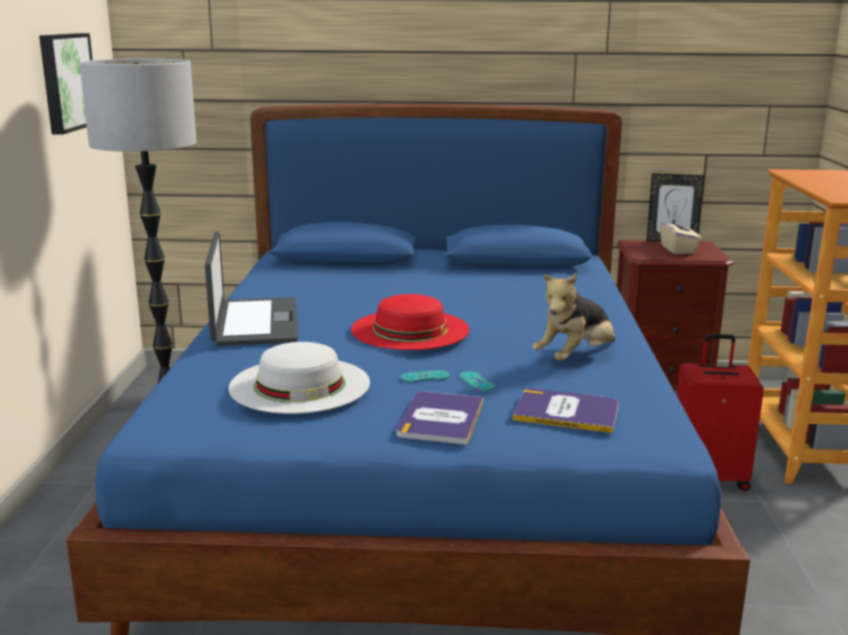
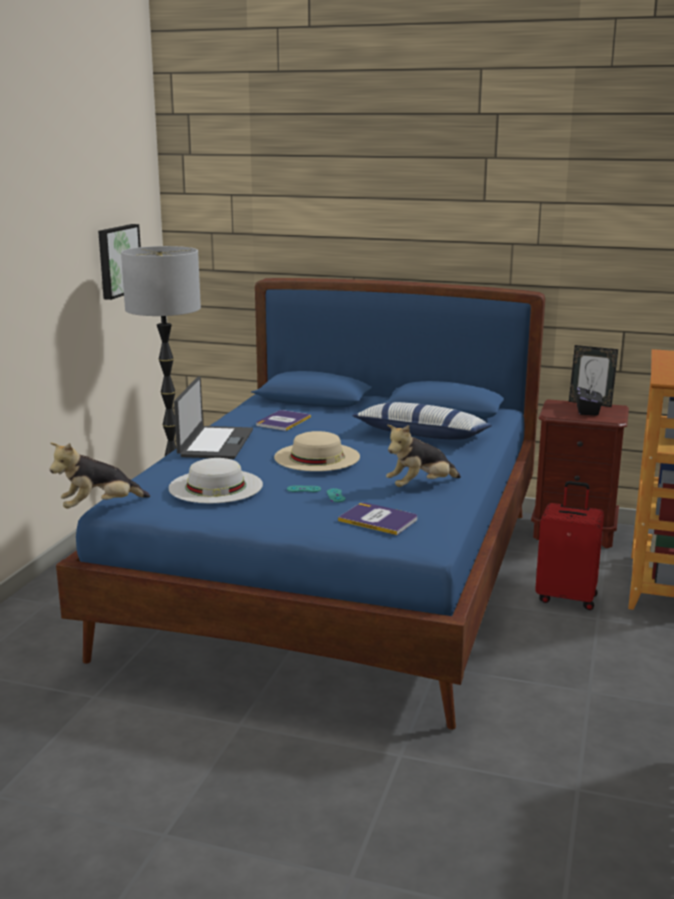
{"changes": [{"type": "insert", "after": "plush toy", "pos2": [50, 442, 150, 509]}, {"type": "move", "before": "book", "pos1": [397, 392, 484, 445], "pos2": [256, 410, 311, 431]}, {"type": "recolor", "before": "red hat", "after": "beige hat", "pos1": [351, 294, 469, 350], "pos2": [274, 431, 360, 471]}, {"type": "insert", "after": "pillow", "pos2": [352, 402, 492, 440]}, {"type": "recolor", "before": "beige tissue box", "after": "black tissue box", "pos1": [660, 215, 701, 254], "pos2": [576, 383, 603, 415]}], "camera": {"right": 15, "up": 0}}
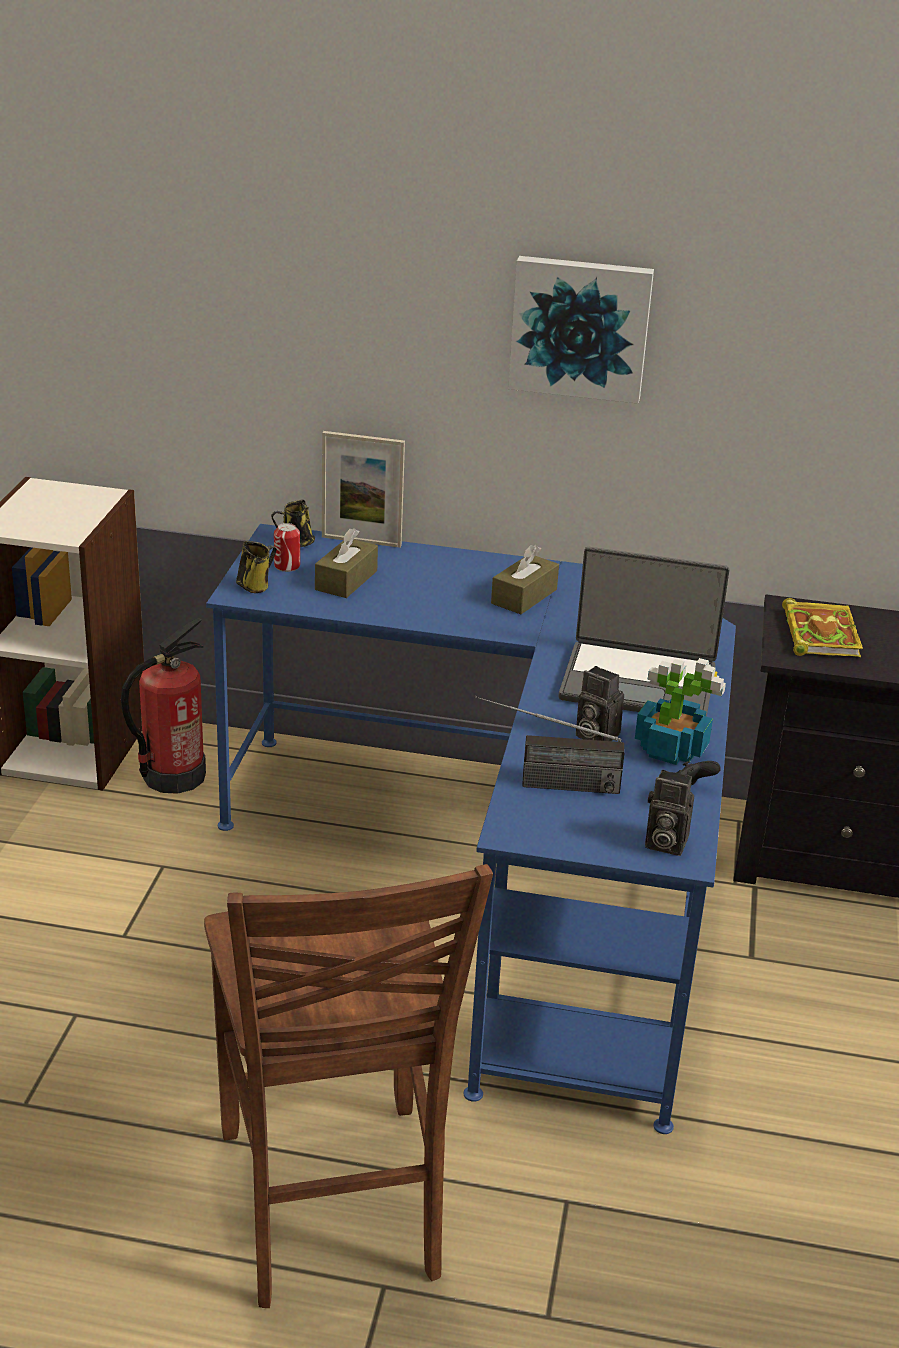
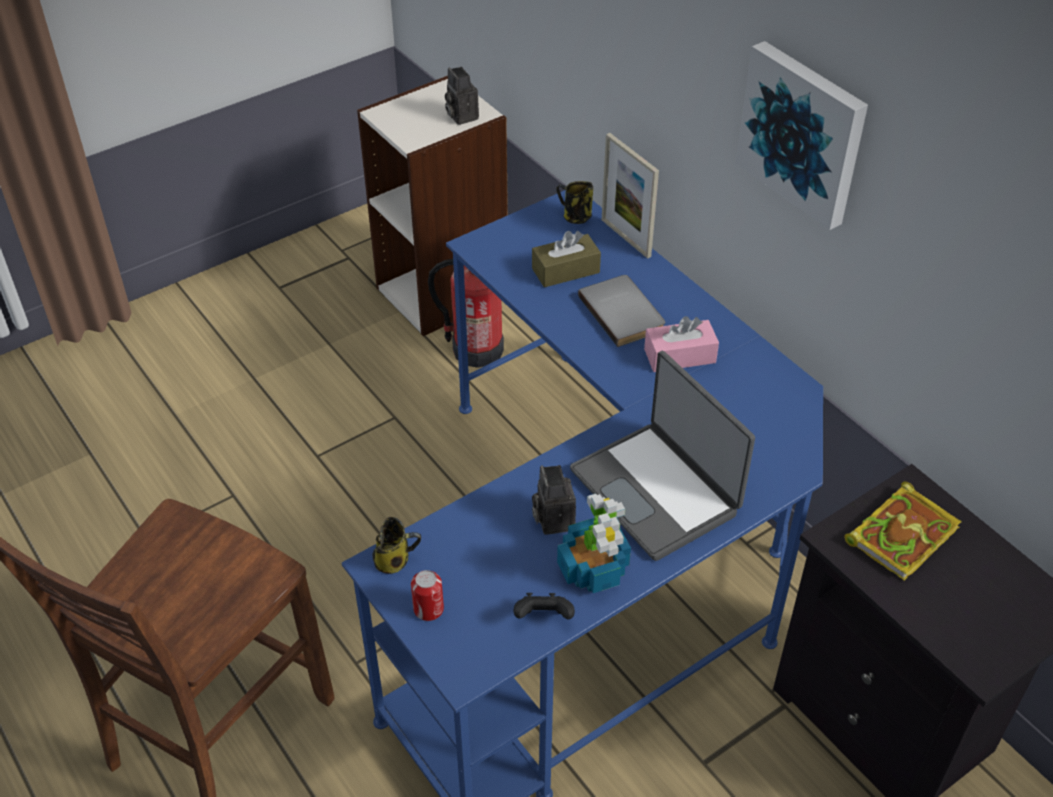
{"changes": [{"type": "move", "before": "mug", "pos1": [236, 541, 277, 593], "pos2": [372, 517, 421, 574]}, {"type": "move", "before": "can", "pos1": [274, 523, 300, 572], "pos2": [411, 570, 444, 621]}, {"type": "move", "before": "photo camera", "pos1": [645, 770, 694, 856], "pos2": [445, 67, 479, 125]}, {"type": "insert", "after": "grey book", "pos2": [578, 275, 665, 347]}, {"type": "recolor", "before": "brown tissue box", "after": "pink tissue box", "pos1": [491, 545, 559, 614], "pos2": [644, 316, 719, 372]}, {"type": "delete", "before": "radio", "pos1": [475, 696, 625, 794]}], "camera": {"right": 45, "up": 15}}
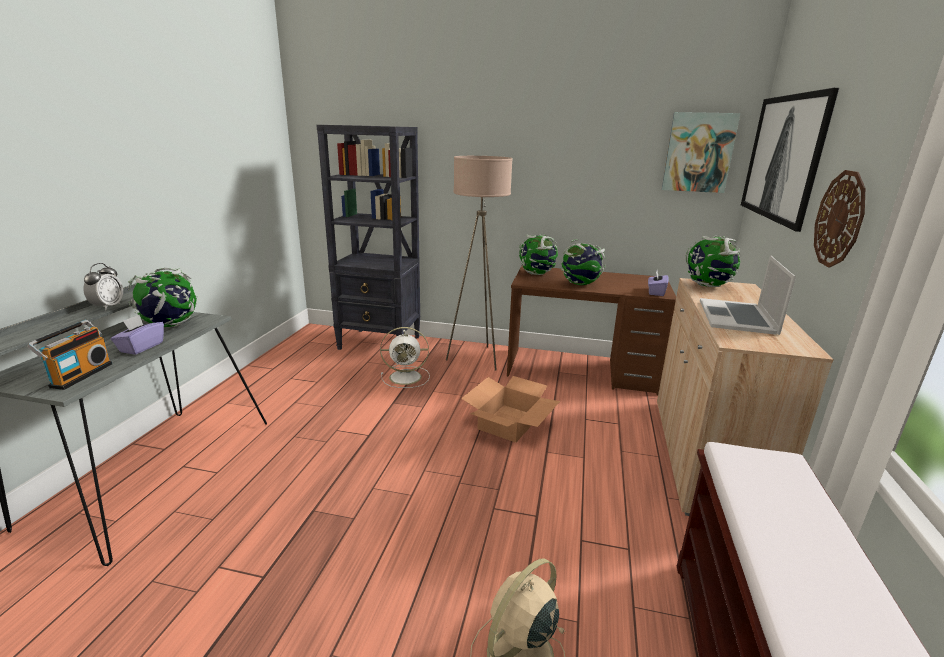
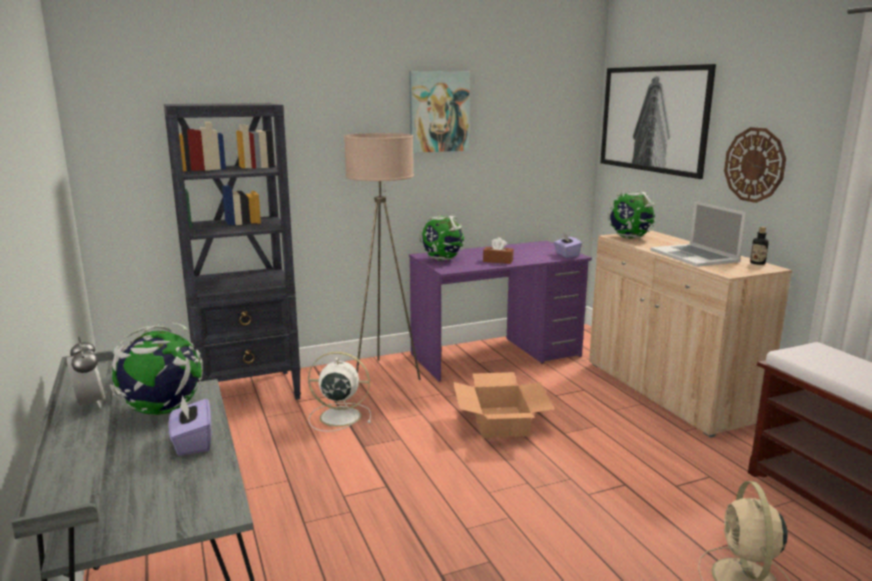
{"changes": [{"type": "rotate", "before": "white fan", "pos1": [380, 327, 430, 388], "pos2": [308, 352, 371, 431], "turn": -135}, {"type": "move", "before": "picture", "pos1": [662, 112, 740, 193], "pos2": [409, 71, 470, 153]}, {"type": "recolor", "before": "brown desk", "after": "purple desk", "pos1": [507, 265, 676, 395], "pos2": [409, 241, 592, 382]}, {"type": "replace", "before": "globe", "after": "brown tissue box", "pos1": [561, 239, 606, 285], "pos2": [483, 237, 514, 264]}, {"type": "insert", "after": "bottle", "pos2": [750, 227, 769, 265]}, {"type": "delete", "before": "radio", "pos1": [27, 320, 112, 390]}], "camera": {"right": -35, "up": -5}}
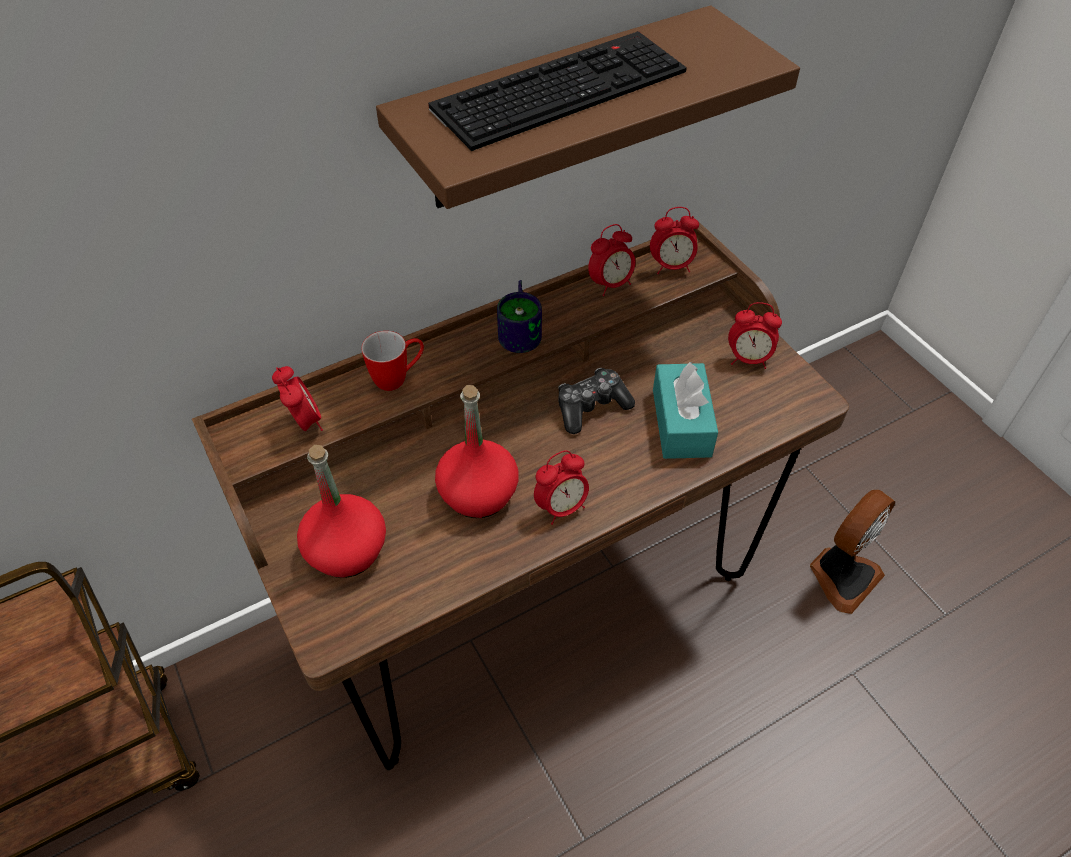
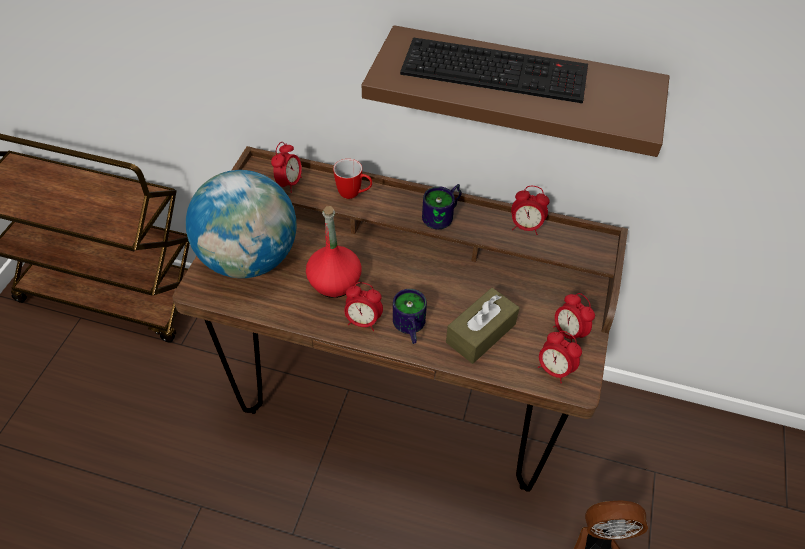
{"changes": [{"type": "replace", "before": "red bottle", "after": "globe", "pos1": [297, 445, 386, 578], "pos2": [186, 170, 297, 278]}, {"type": "insert", "after": "mug", "pos2": [393, 289, 427, 344]}, {"type": "recolor", "before": "turquoise tissue box", "after": "brown tissue box", "pos1": [653, 362, 718, 459], "pos2": [446, 288, 519, 364]}, {"type": "move", "before": "alarm clock", "pos1": [650, 207, 699, 274], "pos2": [538, 331, 582, 384]}, {"type": "delete", "before": "game controller", "pos1": [559, 368, 635, 434]}], "camera": {"right": 45, "up": 0}}
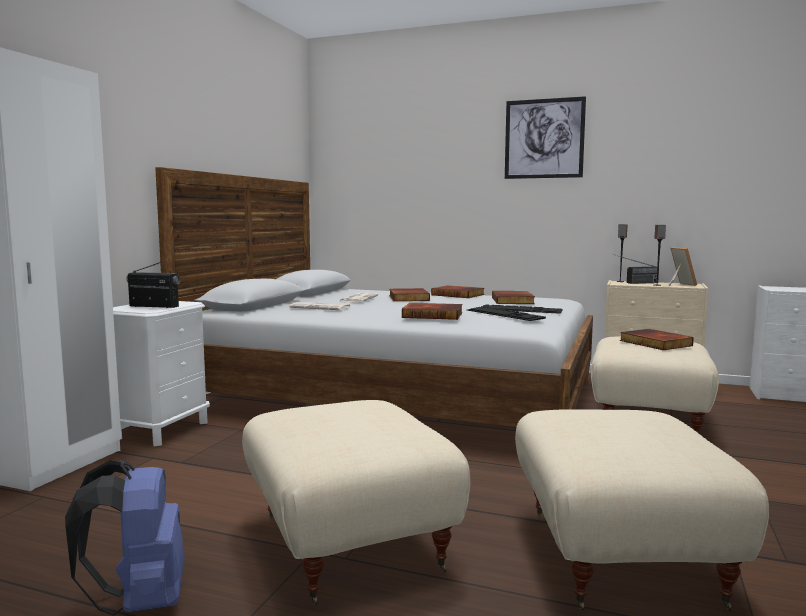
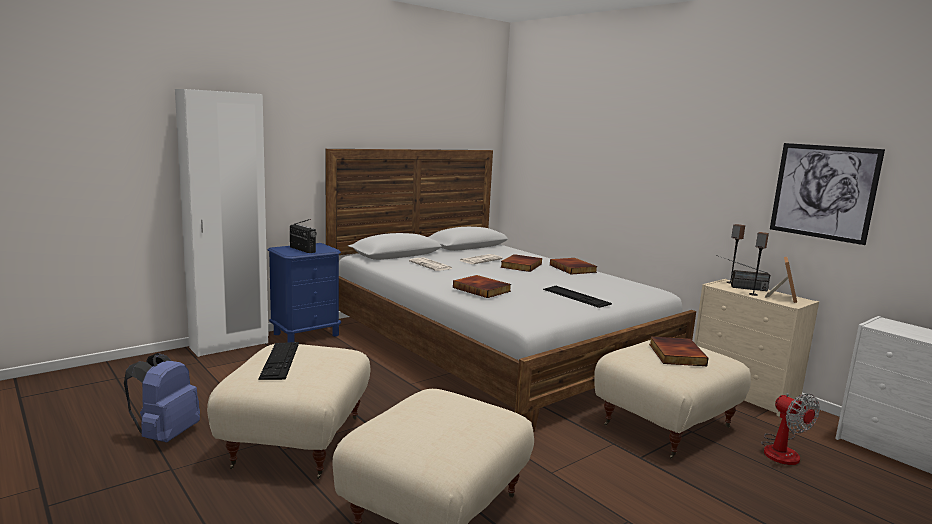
{"changes": [{"type": "move", "before": "keyboard", "pos1": [467, 306, 546, 321], "pos2": [258, 342, 299, 380]}, {"type": "recolor", "before": "white nightstand", "after": "blue nightstand", "pos1": [113, 301, 210, 446], "pos2": [268, 243, 341, 342]}, {"type": "insert", "after": "fan", "pos2": [761, 393, 820, 465]}, {"type": "move", "before": "picture", "pos1": [505, 96, 586, 179], "pos2": [770, 143, 885, 245]}, {"type": "delete", "before": "book", "pos1": [492, 291, 535, 304]}], "camera": {"right": 30, "up": 5}}
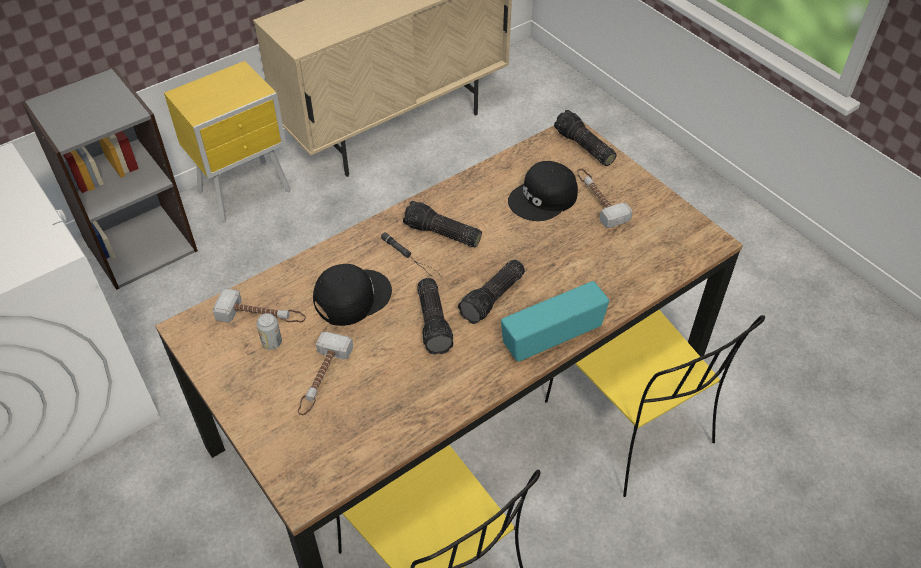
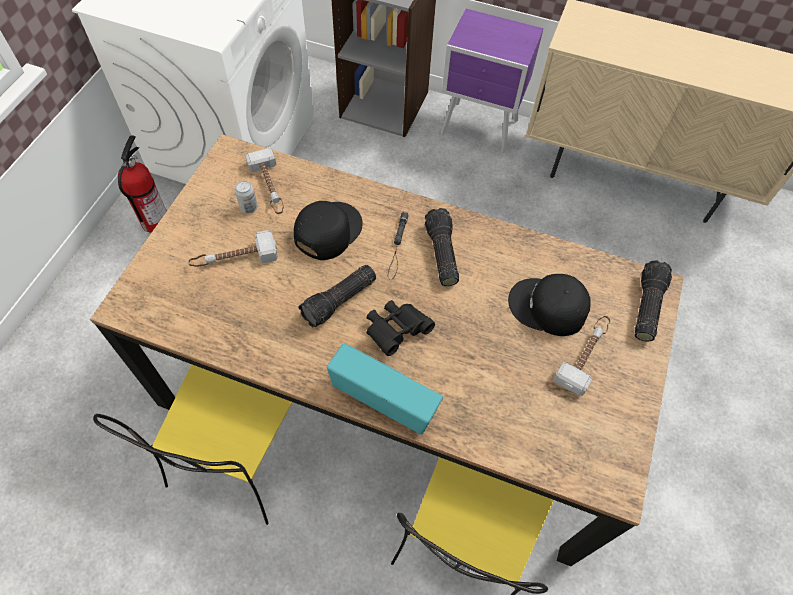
{"changes": [{"type": "insert", "after": "fire extinguisher", "pos2": [118, 135, 167, 233]}, {"type": "rotate", "before": "black cap", "pos1": [313, 264, 392, 326], "pos2": [294, 201, 363, 260], "turn": -75}, {"type": "replace", "before": "flashlight", "after": "black binoculars", "pos1": [458, 260, 525, 324], "pos2": [366, 300, 435, 356]}, {"type": "recolor", "before": "yellow nightstand", "after": "purple nightstand", "pos1": [164, 61, 291, 223], "pos2": [440, 9, 544, 153]}], "camera": {"right": 55, "up": 10}}
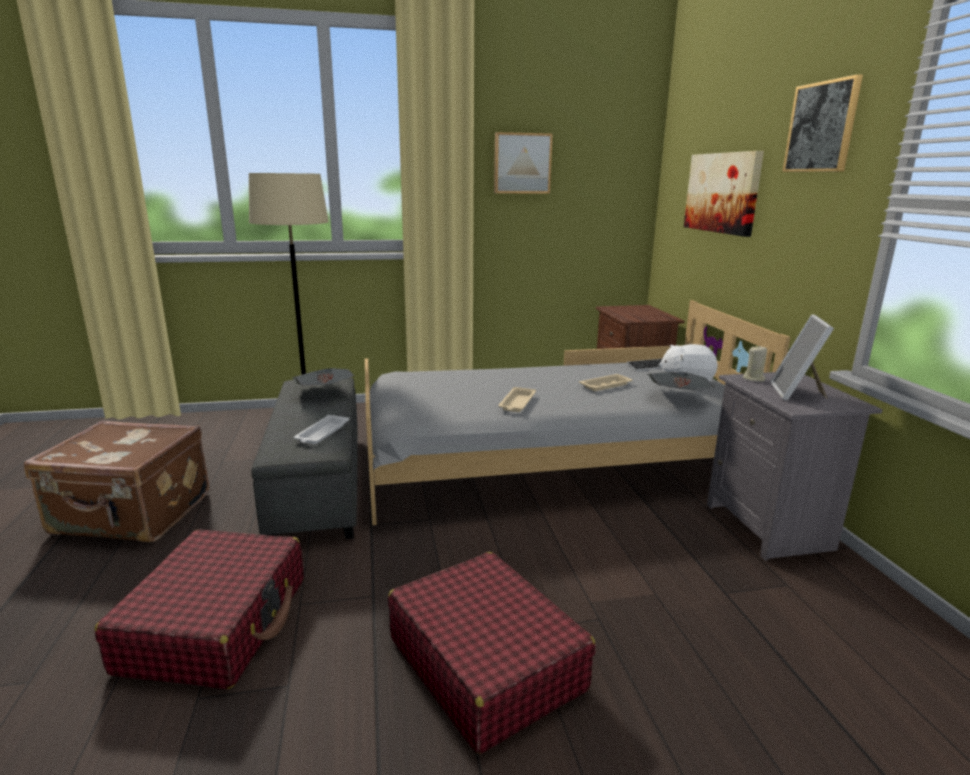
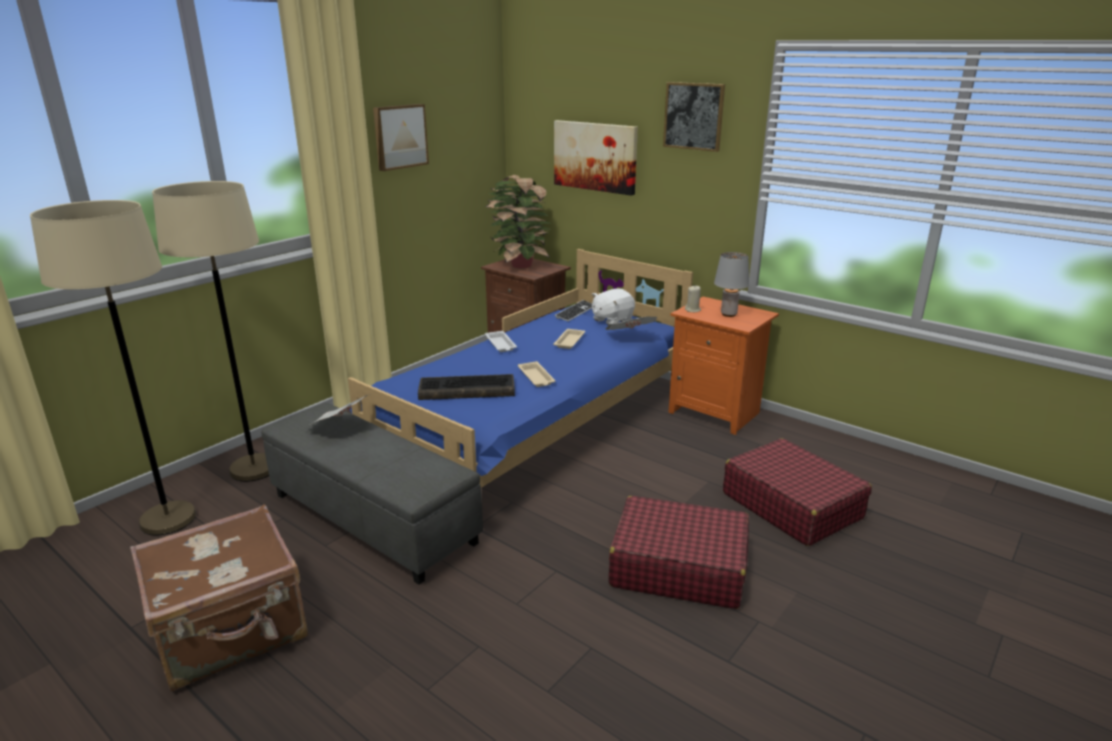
{"changes": [{"type": "insert", "after": "beige floor lamp", "pos2": [30, 200, 196, 535]}, {"type": "recolor", "before": "grey bed", "after": "blue bed", "pos1": [365, 300, 790, 525], "pos2": [348, 249, 693, 488]}, {"type": "insert", "after": "keyboard", "pos2": [418, 374, 515, 400]}, {"type": "insert", "after": "potted plant", "pos2": [485, 175, 550, 268]}, {"type": "move", "before": "white tray", "pos1": [294, 415, 350, 444], "pos2": [485, 331, 517, 352]}, {"type": "recolor", "before": "grey nightstand", "after": "orange nightstand", "pos1": [707, 372, 883, 561], "pos2": [668, 296, 779, 435]}, {"type": "replace", "before": "picture frame", "after": "grey table lamp", "pos1": [770, 314, 834, 401], "pos2": [714, 252, 749, 317]}, {"type": "move", "before": "red suitcase", "pos1": [94, 529, 304, 689], "pos2": [723, 438, 872, 546]}], "camera": {"right": -40, "up": 5}}
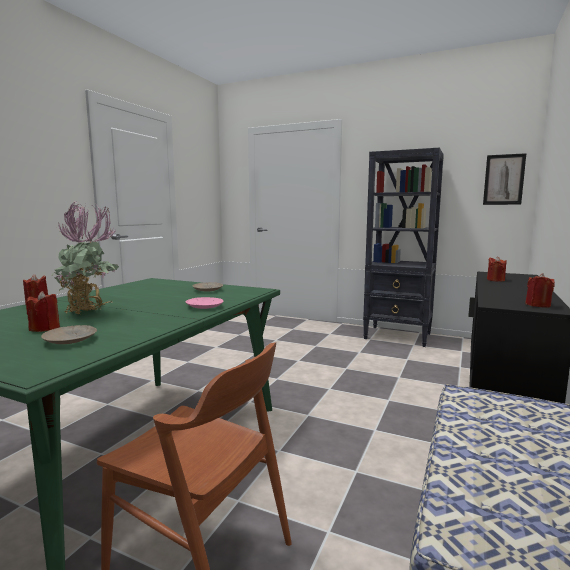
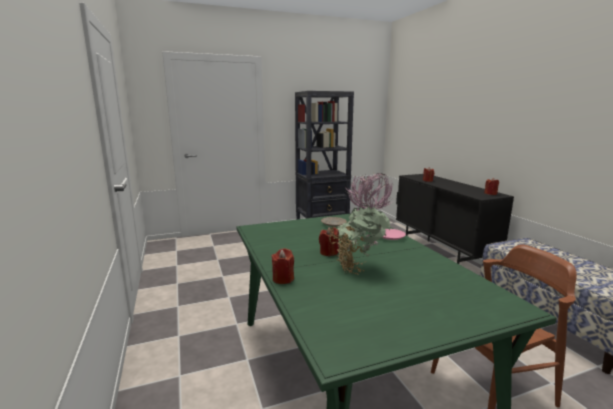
{"changes": [{"type": "move", "before": "red candle", "pos1": [26, 291, 60, 332], "pos2": [319, 227, 339, 256]}, {"type": "delete", "before": "beige plate", "pos1": [41, 325, 97, 344]}, {"type": "delete", "before": "picture", "pos1": [483, 153, 526, 205]}], "camera": {"right": -45, "up": 5}}
